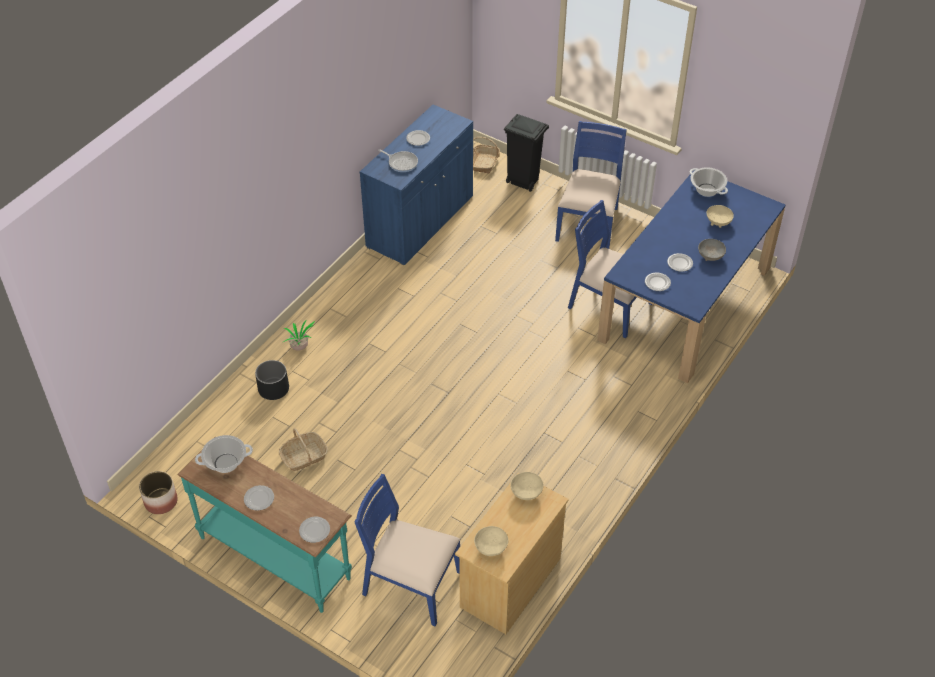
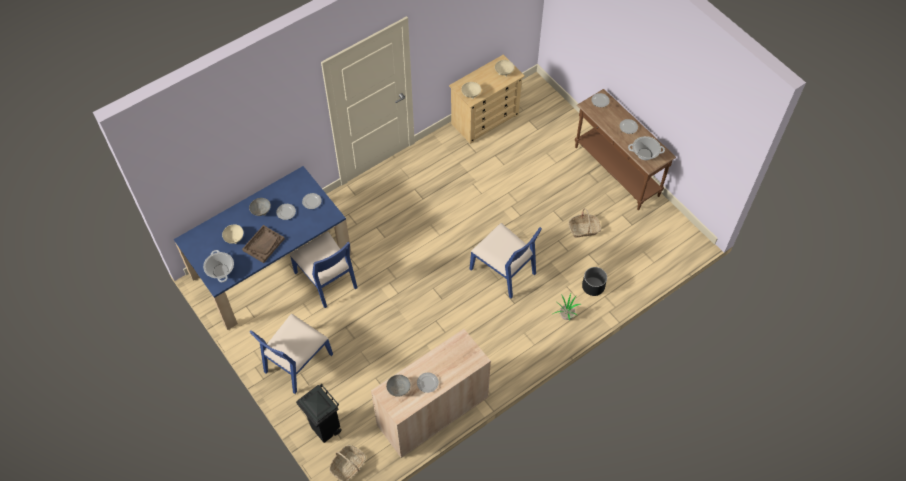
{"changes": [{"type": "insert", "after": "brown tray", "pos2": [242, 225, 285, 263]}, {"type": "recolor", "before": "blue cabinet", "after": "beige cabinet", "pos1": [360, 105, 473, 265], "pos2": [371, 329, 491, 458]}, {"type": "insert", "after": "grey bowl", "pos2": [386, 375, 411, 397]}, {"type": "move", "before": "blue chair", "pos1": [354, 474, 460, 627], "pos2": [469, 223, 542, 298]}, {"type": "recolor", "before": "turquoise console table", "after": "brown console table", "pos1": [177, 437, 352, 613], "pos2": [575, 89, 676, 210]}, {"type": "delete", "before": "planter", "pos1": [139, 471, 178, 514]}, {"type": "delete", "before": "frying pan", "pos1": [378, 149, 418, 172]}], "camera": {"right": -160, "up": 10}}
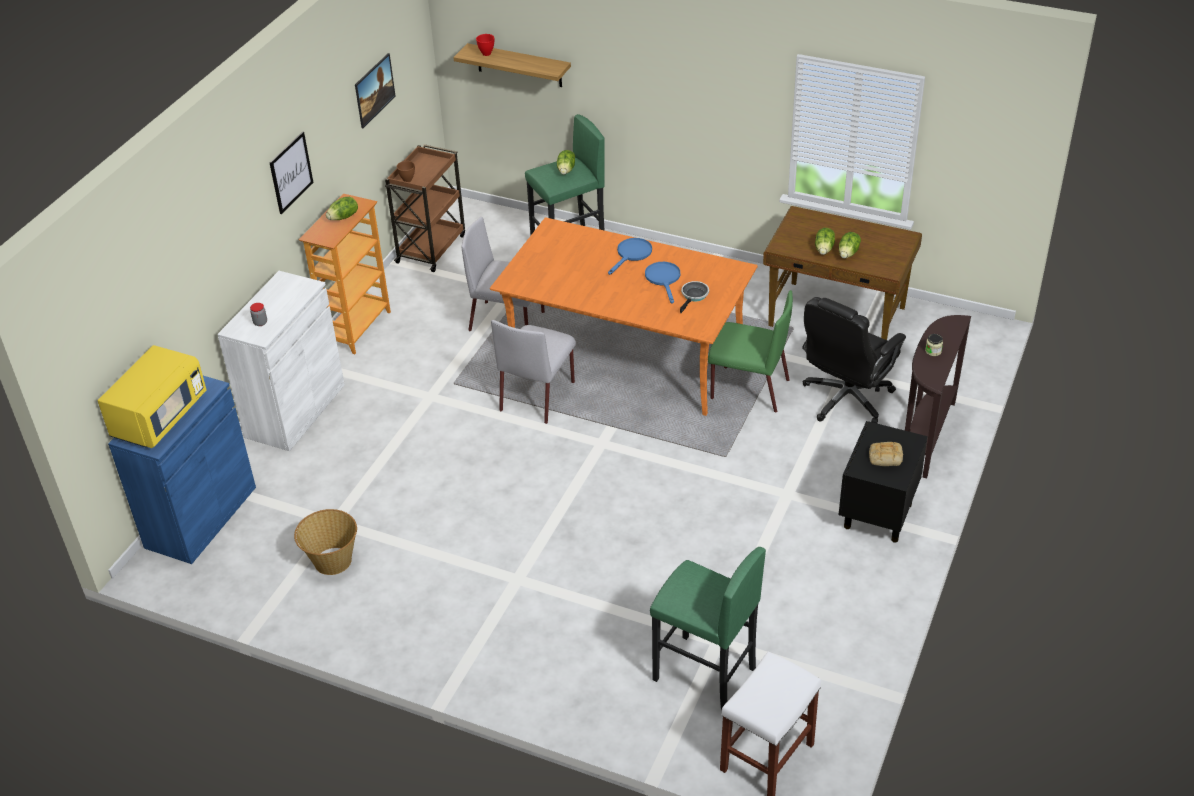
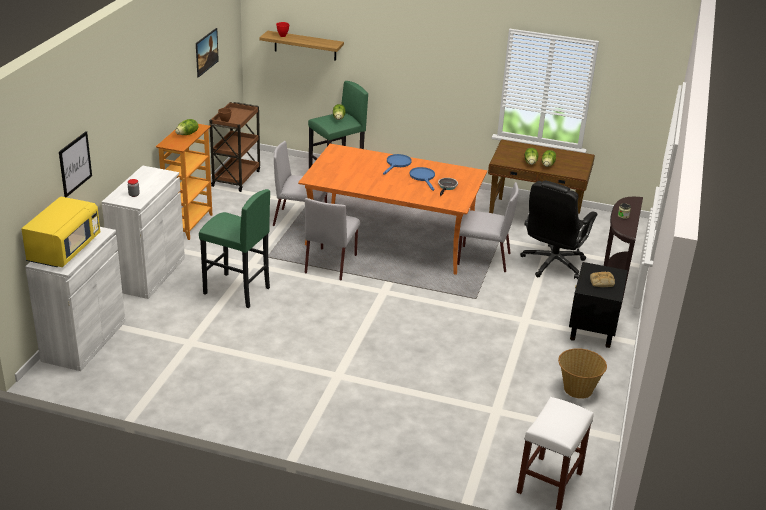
{"changes": [{"type": "recolor", "before": "blue cabinet", "after": "white cabinet", "pos1": [108, 376, 256, 564], "pos2": [25, 227, 125, 371]}, {"type": "move", "before": "picture", "pos1": [269, 131, 313, 214], "pos2": [59, 131, 92, 197]}, {"type": "move", "before": "green stool", "pos1": [650, 547, 766, 712], "pos2": [199, 189, 270, 308]}, {"type": "recolor", "before": "green chair", "after": "grey chair", "pos1": [708, 290, 793, 413], "pos2": [457, 182, 519, 273]}, {"type": "move", "before": "basket", "pos1": [294, 509, 357, 575], "pos2": [558, 348, 607, 399]}], "camera": {"right": -10, "up": -10}}
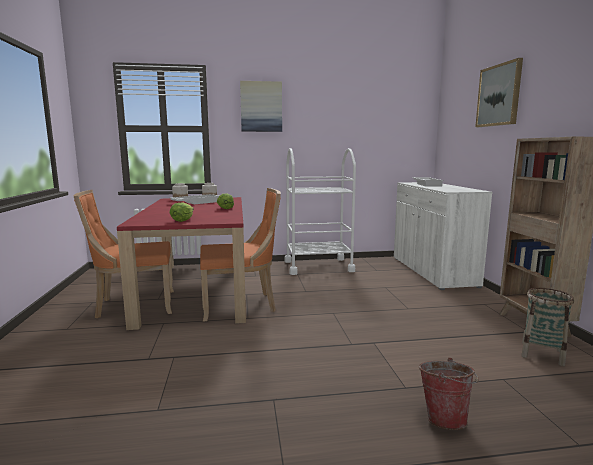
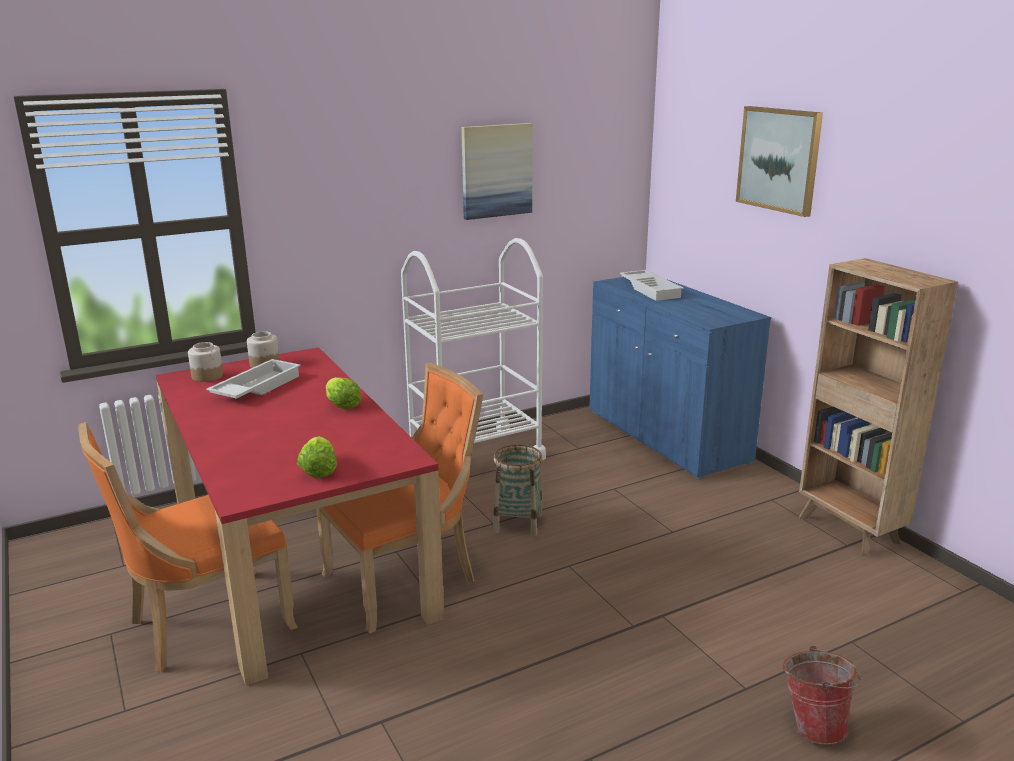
{"changes": [{"type": "move", "before": "picture", "pos1": [240, 81, 282, 132], "pos2": [461, 123, 533, 220]}, {"type": "move", "before": "basket", "pos1": [521, 288, 574, 366], "pos2": [493, 444, 543, 537]}, {"type": "recolor", "before": "white cabinet", "after": "blue cabinet", "pos1": [394, 182, 493, 290], "pos2": [589, 277, 771, 480]}], "camera": {"right": -20, "up": 10}}
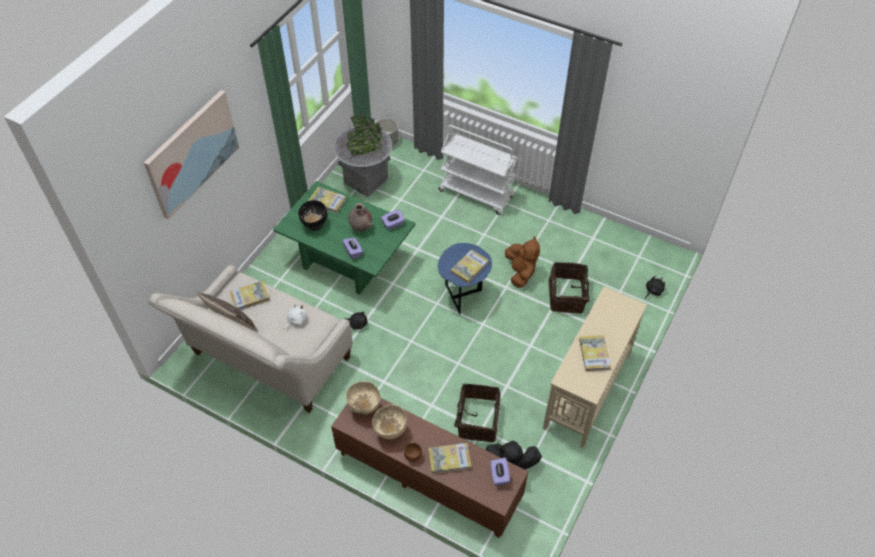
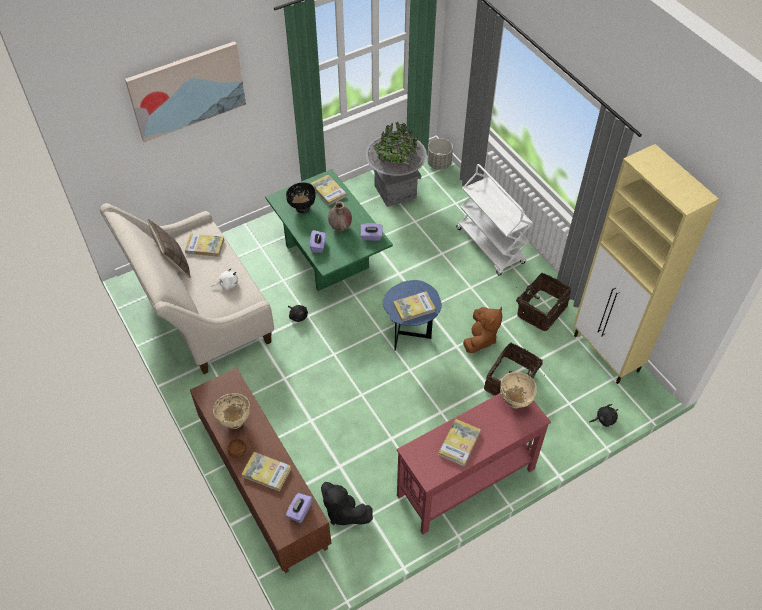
{"changes": [{"type": "recolor", "before": "beige console table", "after": "red console table", "pos1": [543, 286, 647, 448], "pos2": [397, 393, 551, 534]}, {"type": "move", "before": "beige bowl", "pos1": [346, 382, 380, 415], "pos2": [500, 372, 537, 408]}, {"type": "move", "before": "basket", "pos1": [454, 384, 501, 442], "pos2": [511, 273, 571, 331]}, {"type": "insert", "after": "beige cabinet", "pos2": [573, 144, 719, 384]}], "camera": {"right": 30, "up": 0}}
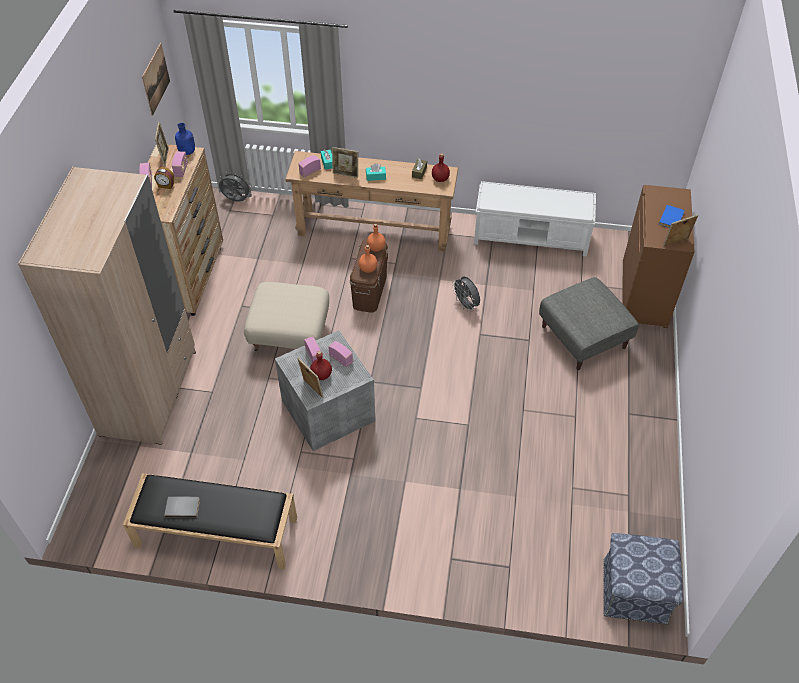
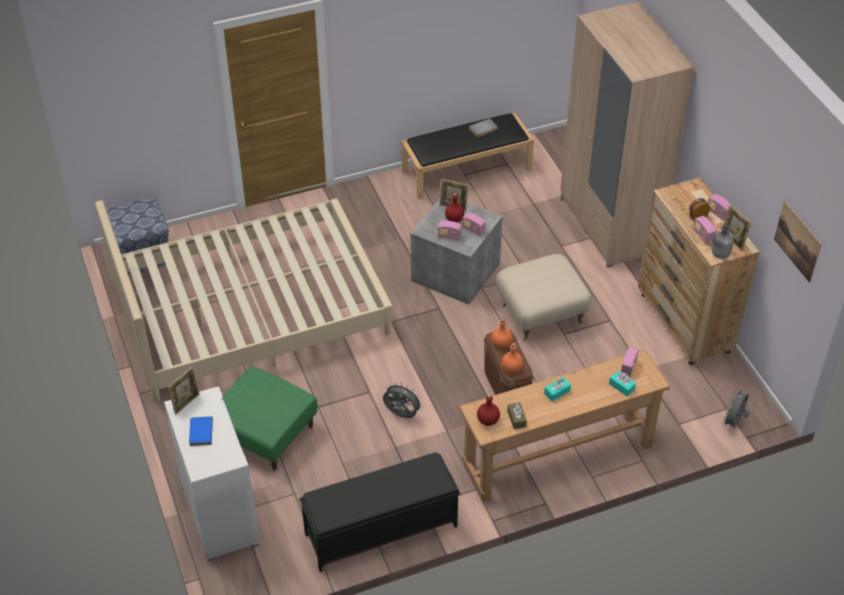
{"changes": [{"type": "insert", "after": "beige bed", "pos2": [95, 199, 393, 401]}, {"type": "recolor", "before": "brown cabinet", "after": "white cabinet", "pos1": [622, 185, 694, 328], "pos2": [164, 386, 260, 561]}, {"type": "recolor", "before": "grey ottoman", "after": "green ottoman", "pos1": [539, 277, 639, 370], "pos2": [223, 367, 318, 471]}, {"type": "recolor", "before": "white bench", "after": "black bench", "pos1": [474, 181, 596, 257], "pos2": [299, 452, 460, 572]}, {"type": "recolor", "before": "blue bottle", "after": "grey bottle", "pos1": [175, 123, 195, 155], "pos2": [712, 225, 734, 259]}, {"type": "rotate", "before": "grey fan", "pos1": [219, 171, 252, 202], "pos2": [722, 388, 750, 428], "turn": 135}, {"type": "delete", "before": "picture frame", "pos1": [332, 147, 358, 178]}], "camera": {"right": 150, "up": -5}}
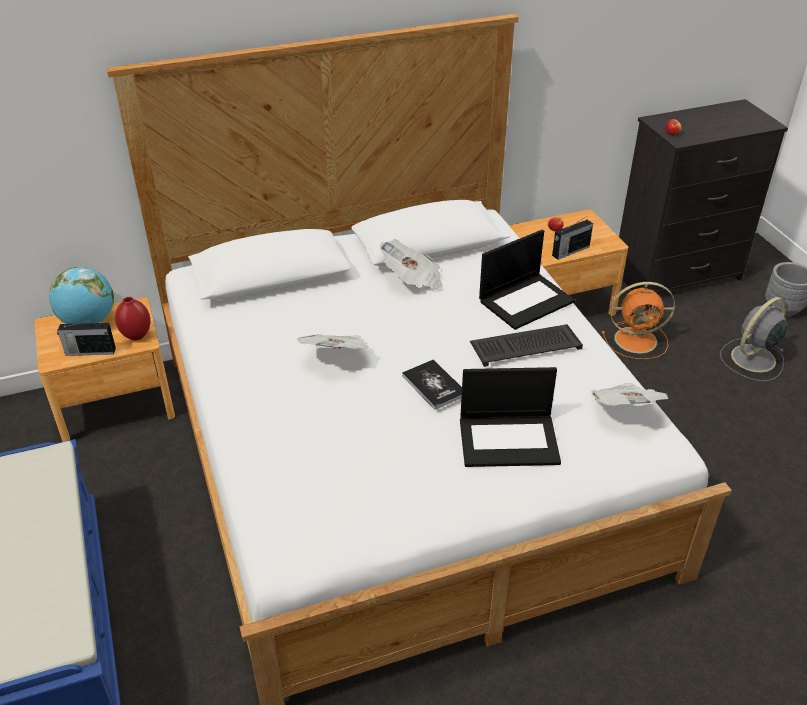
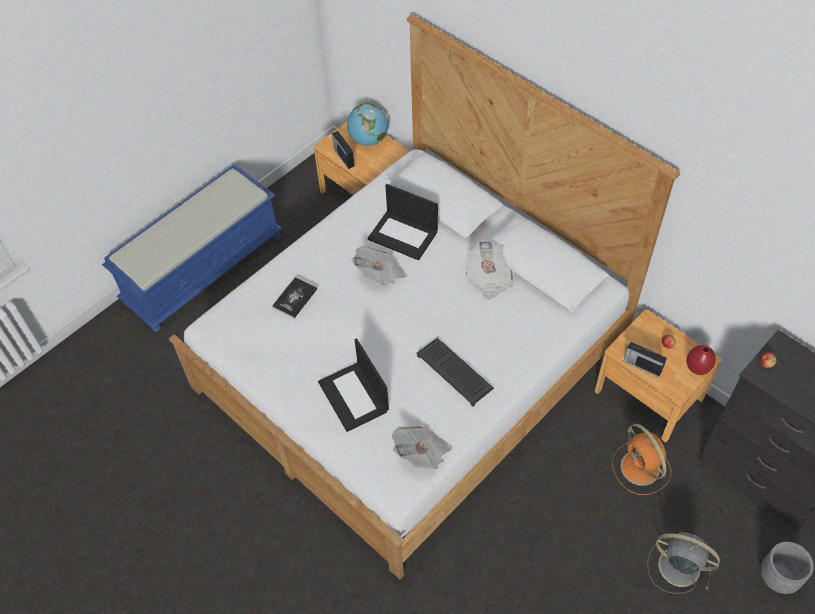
{"changes": [{"type": "move", "before": "book", "pos1": [402, 360, 462, 410], "pos2": [272, 277, 317, 319]}, {"type": "move", "before": "laptop", "pos1": [479, 230, 575, 330], "pos2": [368, 184, 438, 260]}, {"type": "move", "before": "red vase", "pos1": [115, 297, 151, 340], "pos2": [687, 345, 716, 375]}], "camera": {"right": 65, "up": 15}}
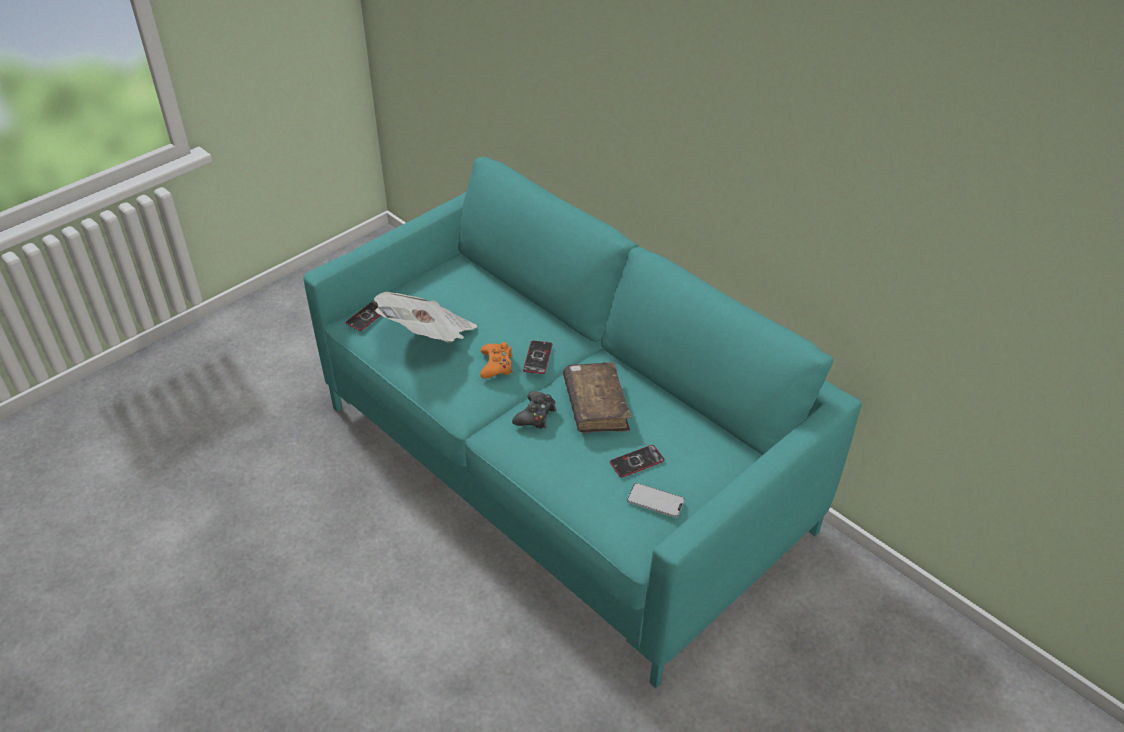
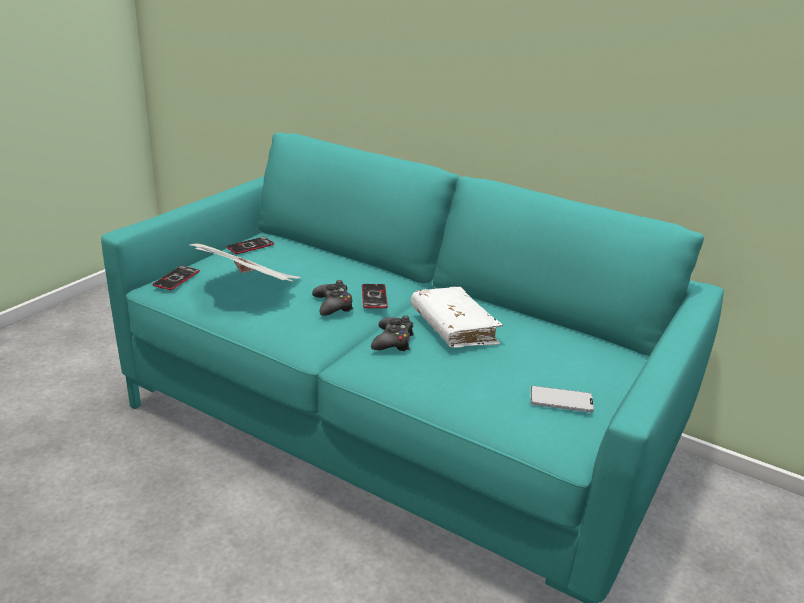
{"changes": [{"type": "move", "before": "phone", "pos1": [610, 445, 665, 478], "pos2": [226, 237, 274, 254]}, {"type": "recolor", "before": "orange game controller", "after": "black game controller", "pos1": [480, 342, 513, 378], "pos2": [312, 280, 353, 316]}, {"type": "recolor", "before": "brown book", "after": "white book", "pos1": [563, 362, 632, 433], "pos2": [411, 287, 503, 348]}], "camera": {"right": -15, "up": -15}}
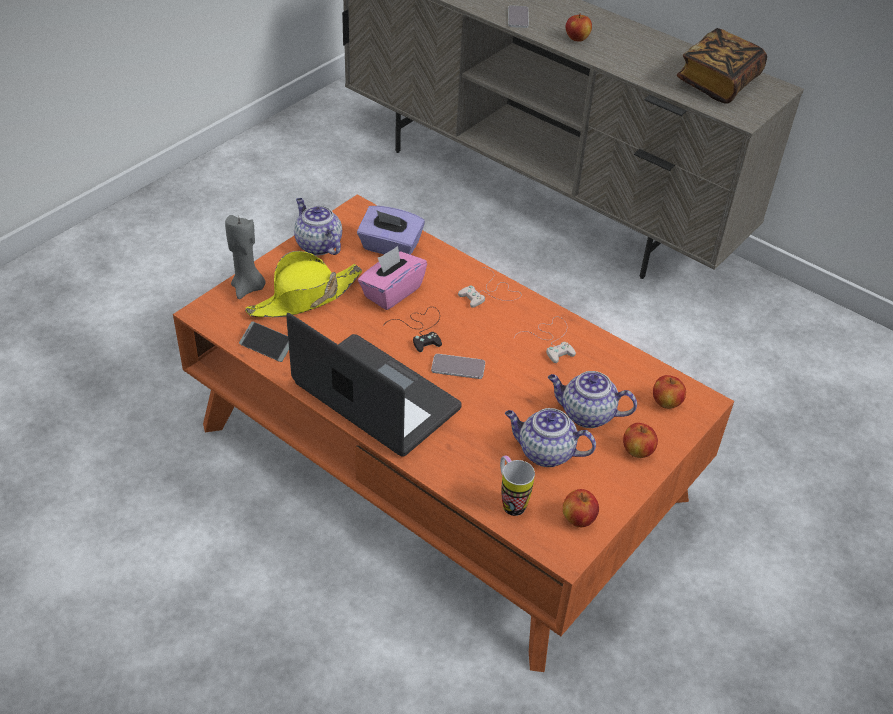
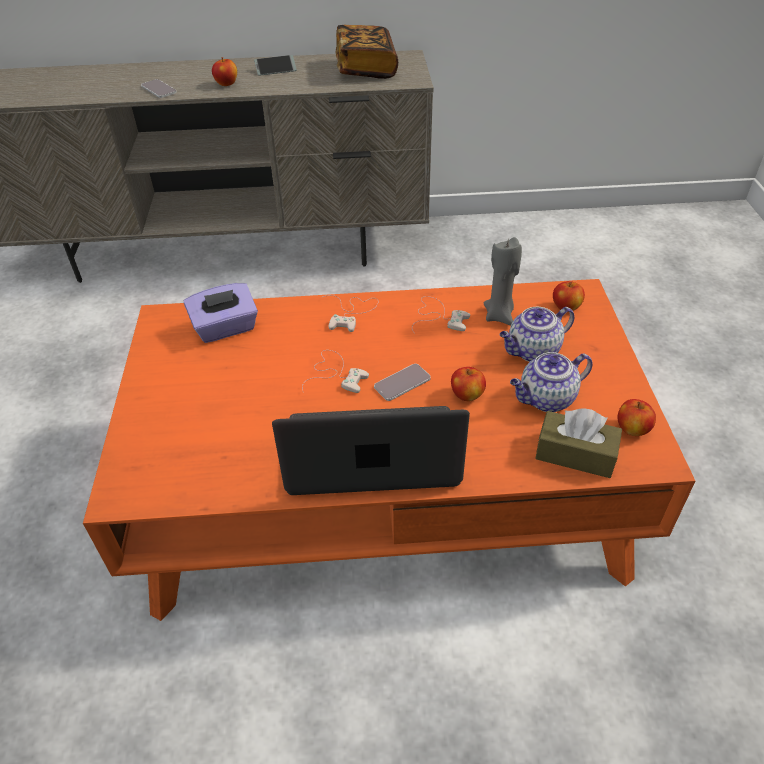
{"changes": [{"type": "move", "before": "phone", "pos1": [239, 322, 289, 362], "pos2": [254, 55, 297, 76]}, {"type": "recolor", "before": "black game controller", "after": "white game controller", "pos1": [383, 307, 442, 352], "pos2": [302, 350, 369, 393]}, {"type": "move", "before": "apple", "pos1": [623, 423, 658, 458], "pos2": [451, 367, 486, 402]}, {"type": "move", "before": "grey candle", "pos1": [225, 215, 266, 299], "pos2": [484, 237, 522, 325]}, {"type": "replace", "before": "mug", "after": "brown tissue box", "pos1": [500, 456, 535, 516], "pos2": [535, 408, 622, 478]}, {"type": "delete", "before": "yellow hat", "pos1": [245, 251, 362, 317]}, {"type": "delete", "before": "teapot", "pos1": [294, 198, 342, 256]}, {"type": "delete", "before": "pink tissue box", "pos1": [358, 246, 427, 310]}], "camera": {"right": -40, "up": 0}}
